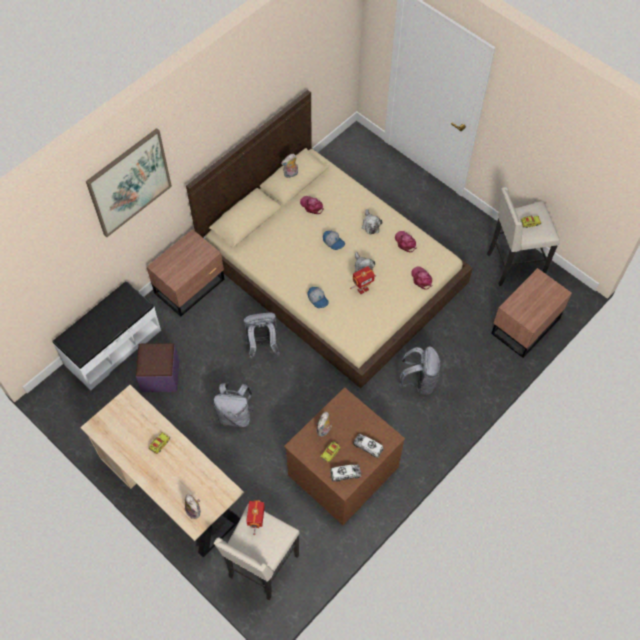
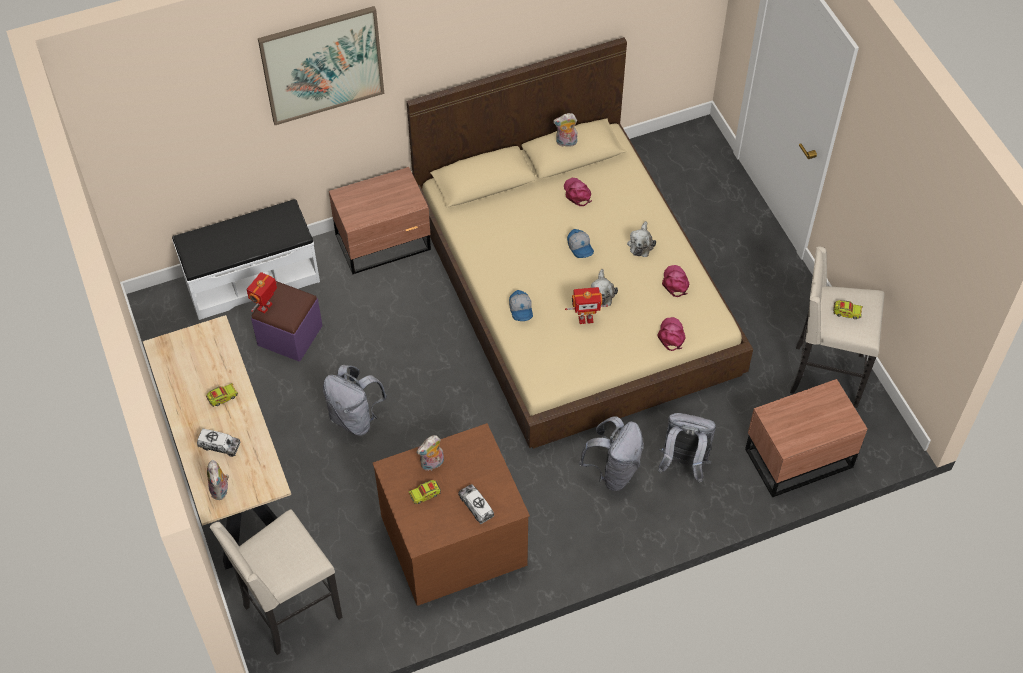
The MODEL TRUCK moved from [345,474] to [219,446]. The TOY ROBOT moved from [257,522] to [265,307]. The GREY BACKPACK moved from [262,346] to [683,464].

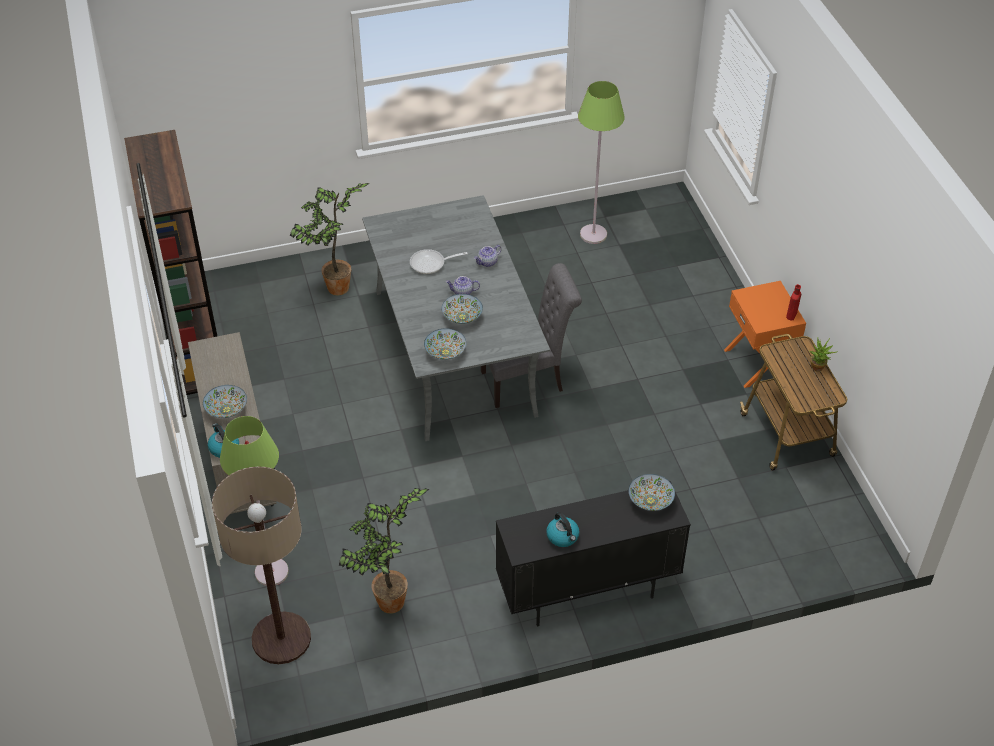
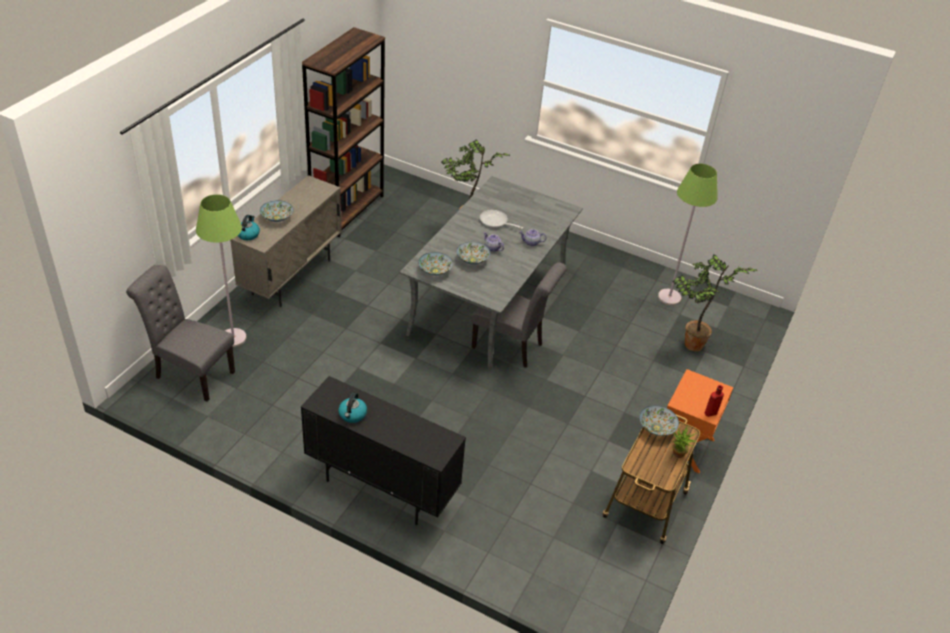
The STANDING LAMP at [281,638] was replaced by the GREY PLAIN CHAIR at [190,373]. The SERVING BOWL moved from [650,500] to [656,428]. The POTTED PLANT moved from [389,606] to [691,345].

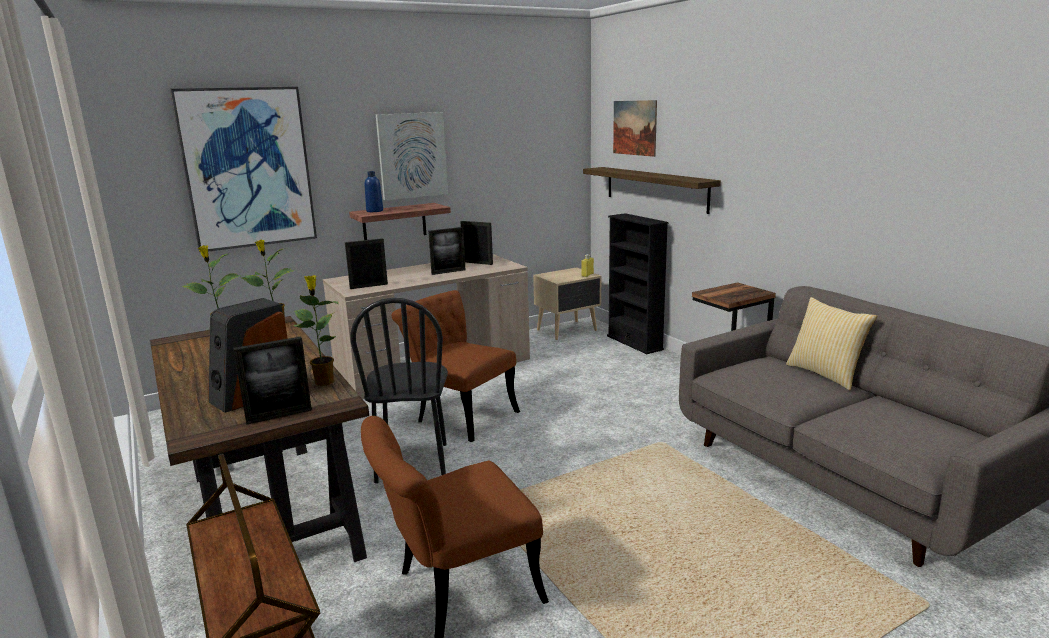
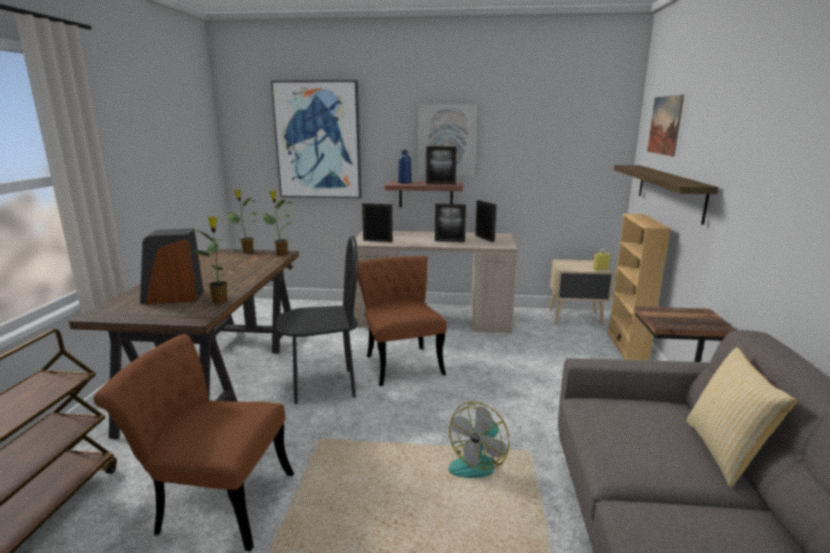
The BLACKISH PLAIN CHAIR at [413,462] turned 135 degrees counterclockwise. The PICTURE FRAME moved from [279,416] to [440,184]. The FAN at [478,462] appeared. The BLACKISH SHELVING UNIT at [634,343] became the BEIGE-COLOURED SHELVING UNIT at [627,346].

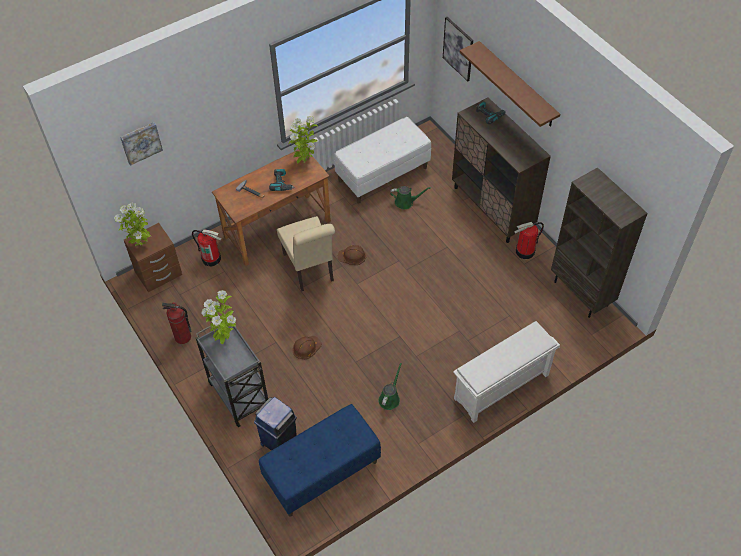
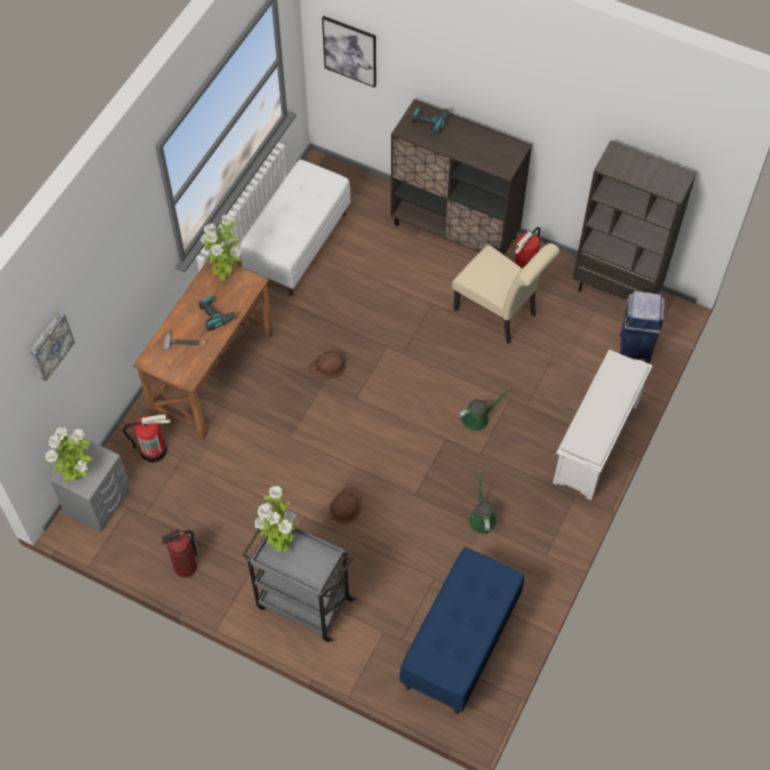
The BROWN-COLOURED BEDSIDE TABLE at [158,273] became the GREY BEDSIDE TABLE at [98,502]. The BEIGE-COLOURED PLAIN CHAIR moved from [310,270] to [499,314]. The GREEN WATERING POT moved from [406,202] to [478,418]. The BLUISH TRASH CAN moved from [279,441] to [635,346]. The BROWN-COLOURED WALL SHELF at [517,85] disappeared.

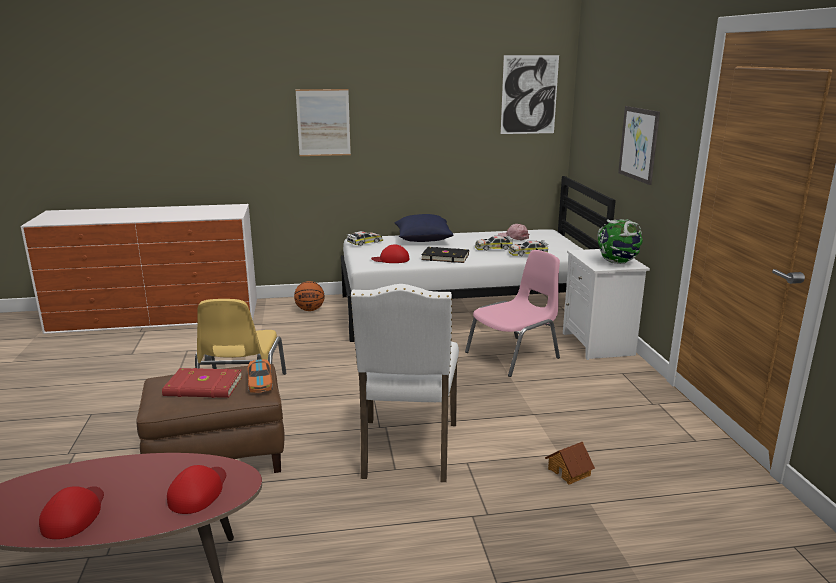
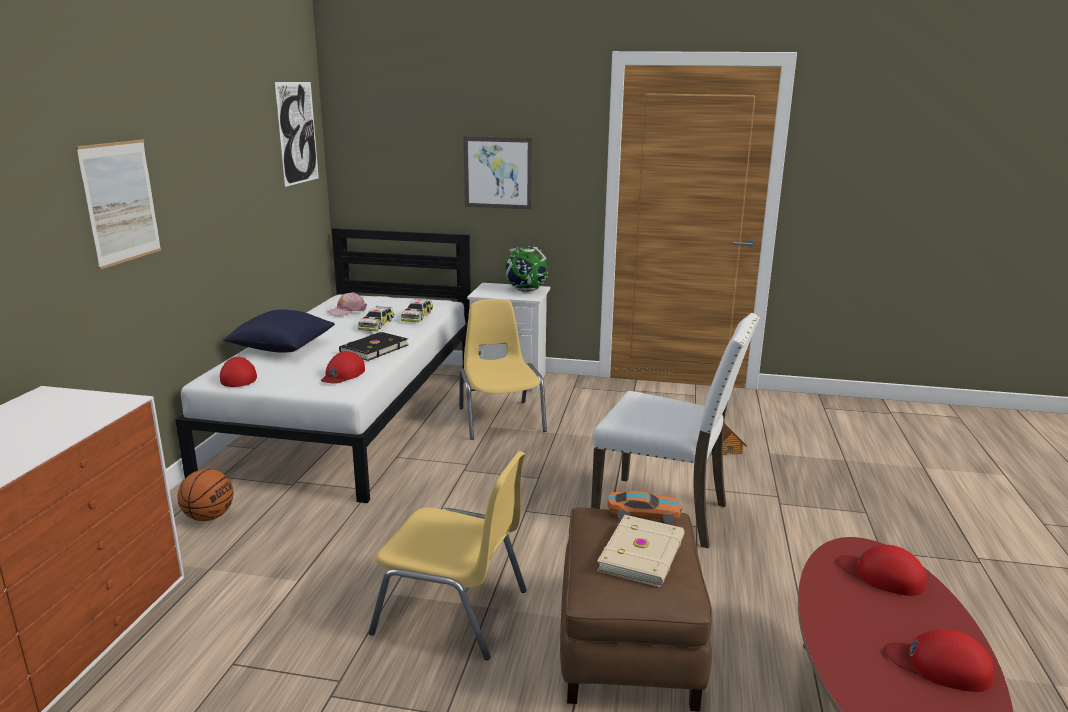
The MINIATURE CAR at [365,242] was replaced by the RED-COLOURED CAP at [238,377]. The PINKISH PLAIN CHAIR at [514,355] became the YELLOW PLAIN CHAIR at [500,419]. The RED-COLOURED VOLUME at [203,387] became the BEIGE-COLOURED VOLUME at [643,554].

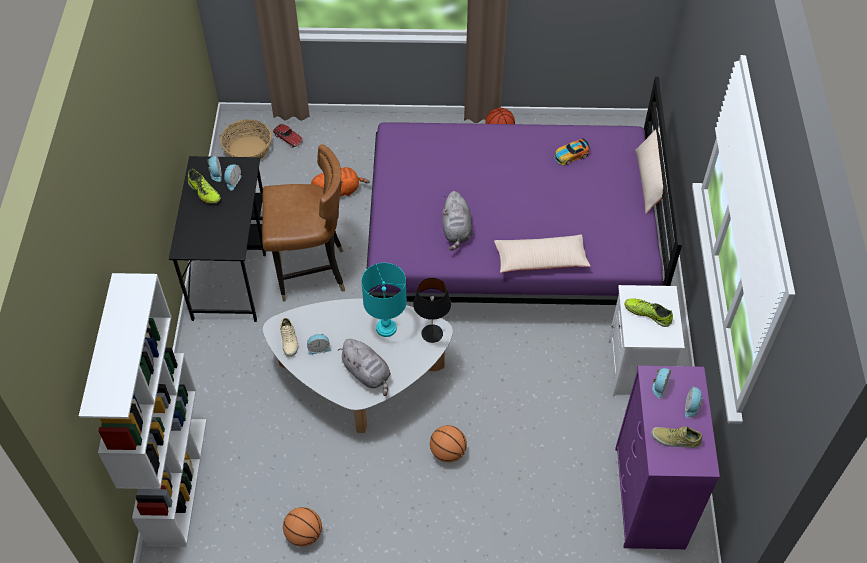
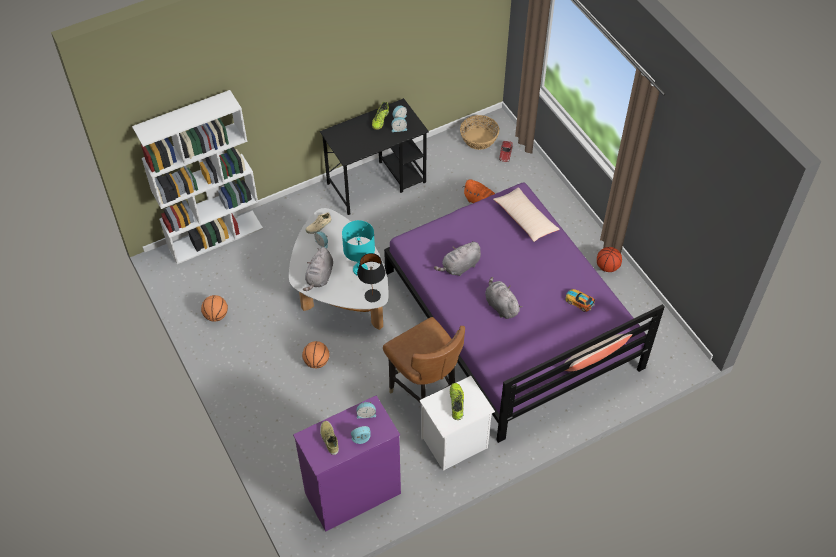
The BROWN-COLOURED PLAIN CHAIR moved from [310,273] to [425,395]. The GREY PLUSH TOY at [501,305] appeared. The BEIGE-COLOURED CUSHION moved from [540,260] to [525,219].

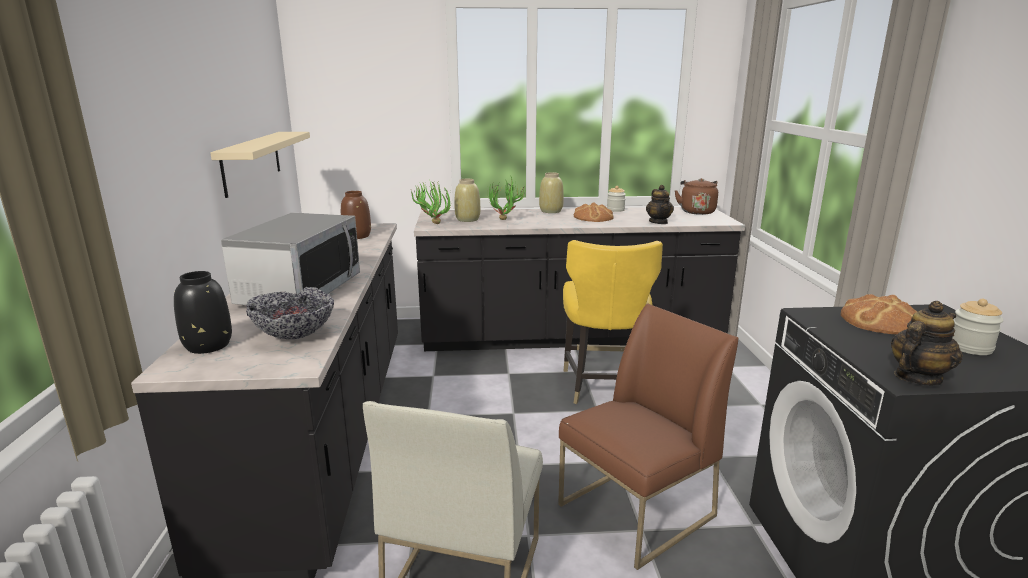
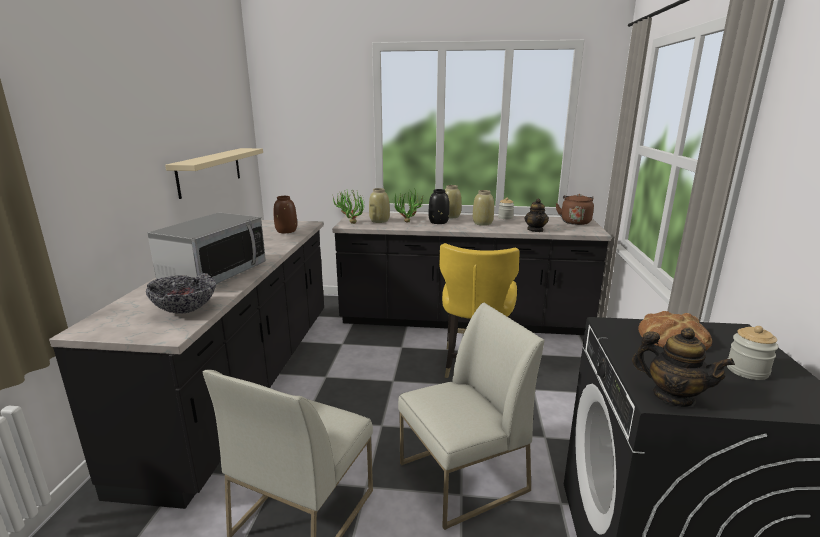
The BROWN-COLOURED PLAIN CHAIR at [636,511] became the WHITE PLAIN CHAIR at [462,478]. The BLACKISH FLOWER VASE moved from [208,345] to [438,222]. The BREAD at [593,217] was replaced by the BEIGE-COLOURED FLOWER VASE at [482,223]. The POT FOR TEA at [917,377] turned 60 degrees clockwise.

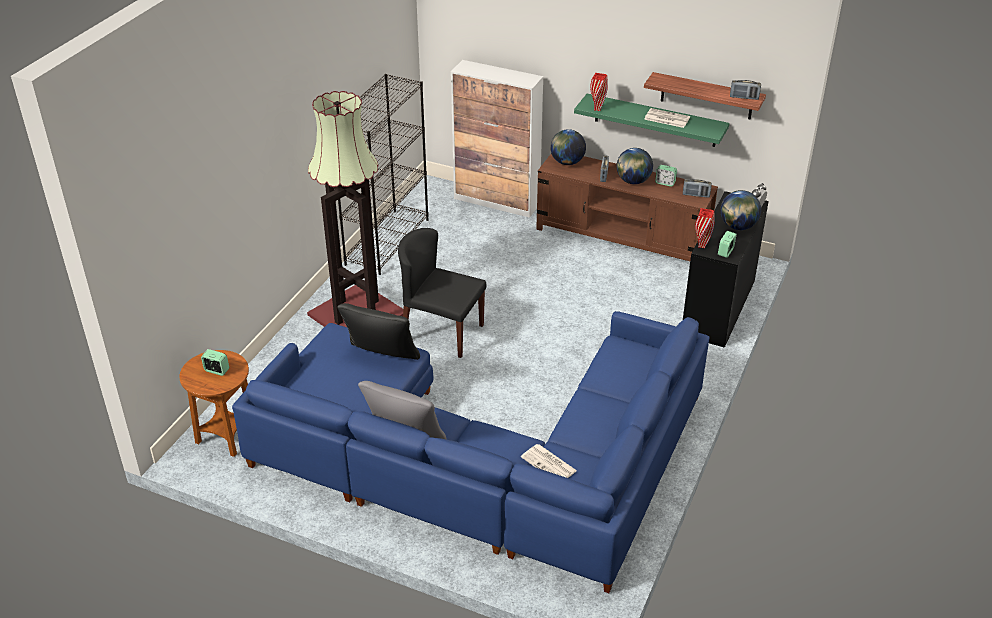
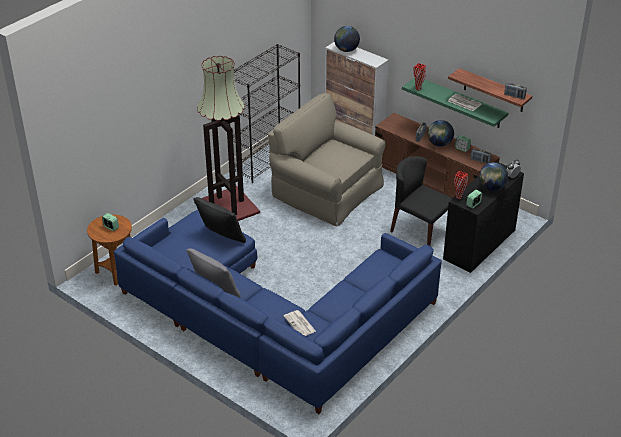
The BEIGE-COLOURED ARMCHAIR at [326,190] appeared. The DESK GLOBE moved from [567,162] to [346,50]. The BLACKISH PLAIN CHAIR moved from [441,333] to [419,230].

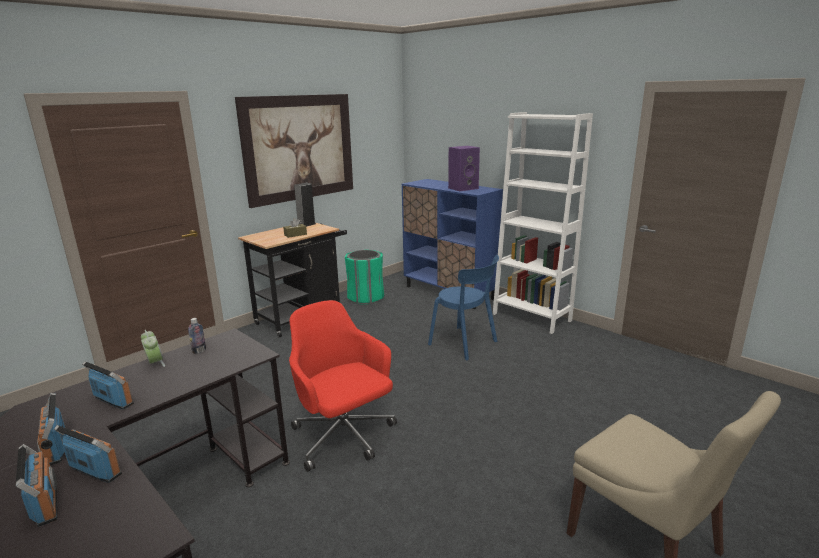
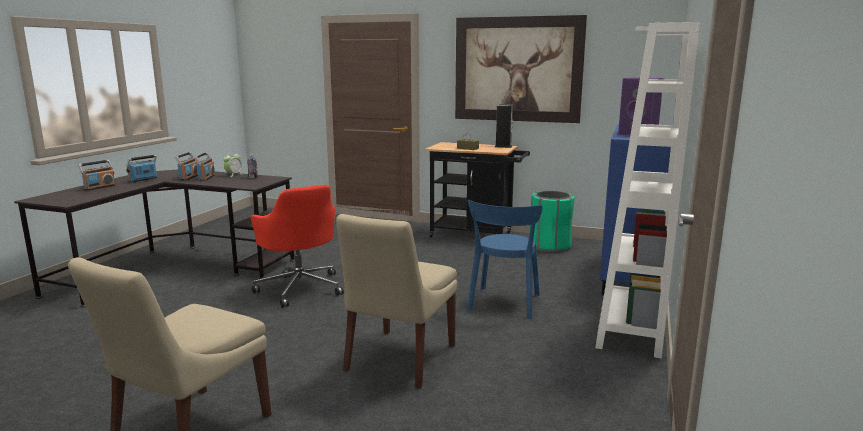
The RADIO SET moved from [95,471] to [206,178]. The RED-COLOURED COMPUTER CHAIR at [344,437] turned 120 degrees clockwise. The BEIGE-COLOURED PLAIN CHAIR at [399,360] appeared.

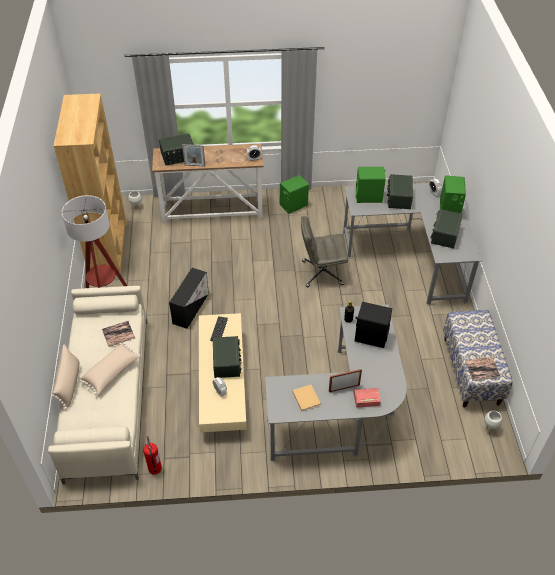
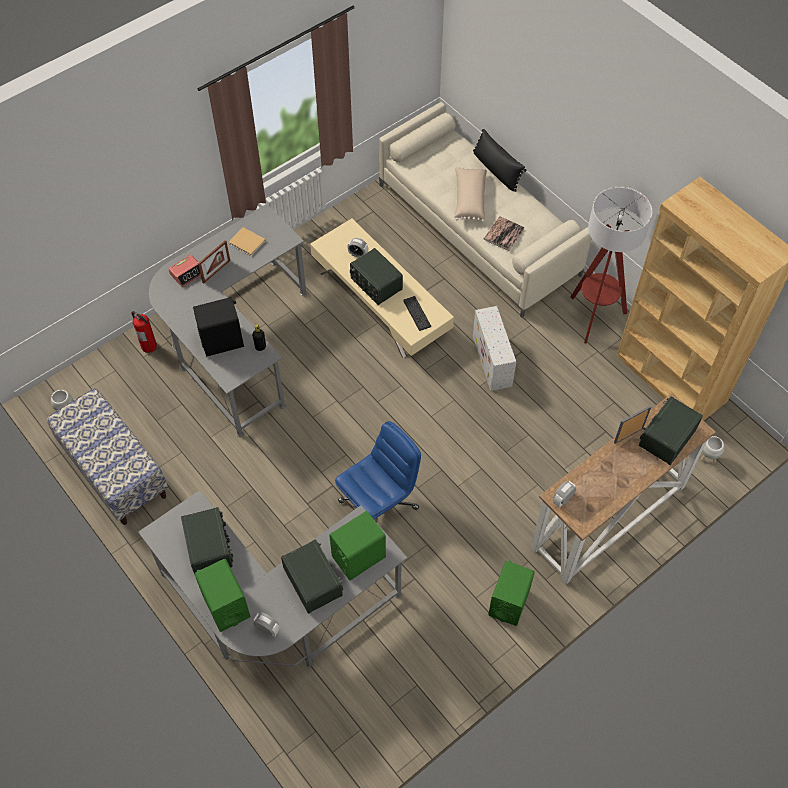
The FIRE EXTINGUISHER moved from [155,468] to [148,346]. The GREY COMPUTER CHAIR at [322,273] became the BLUISH COMPUTER CHAIR at [379,504]. The BEIGE-COLOURED CUSHION at [69,383] became the BLACKISH CUSHION at [496,170]. The BLACKISH STORAGE CONTAINER at [191,307] became the WHITE STORAGE CONTAINER at [492,361]. The VOLUME at [482,369] disappeared.

